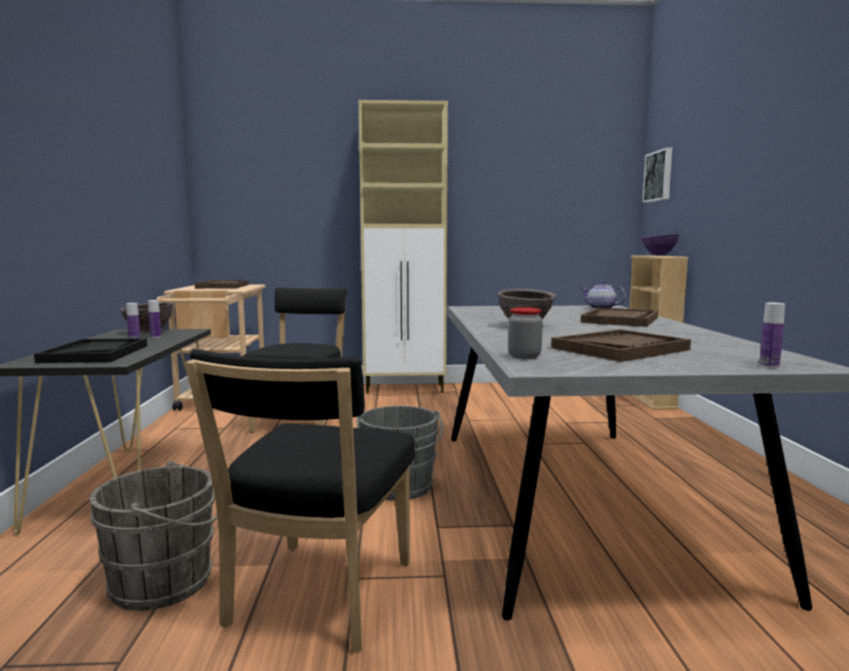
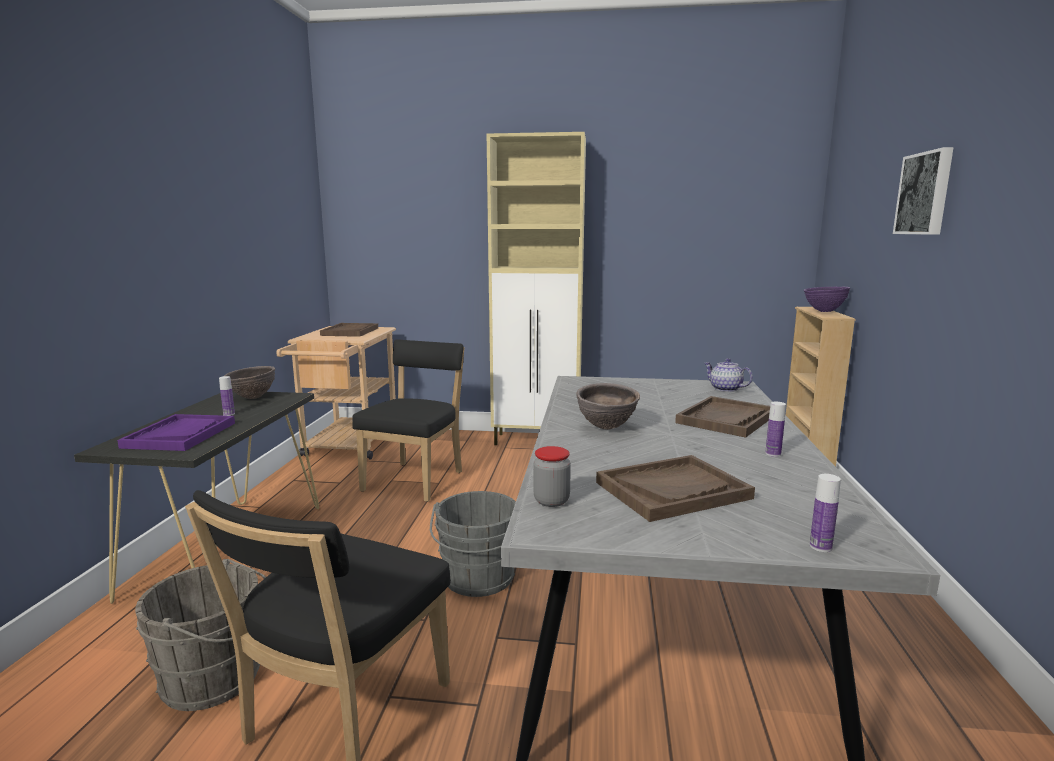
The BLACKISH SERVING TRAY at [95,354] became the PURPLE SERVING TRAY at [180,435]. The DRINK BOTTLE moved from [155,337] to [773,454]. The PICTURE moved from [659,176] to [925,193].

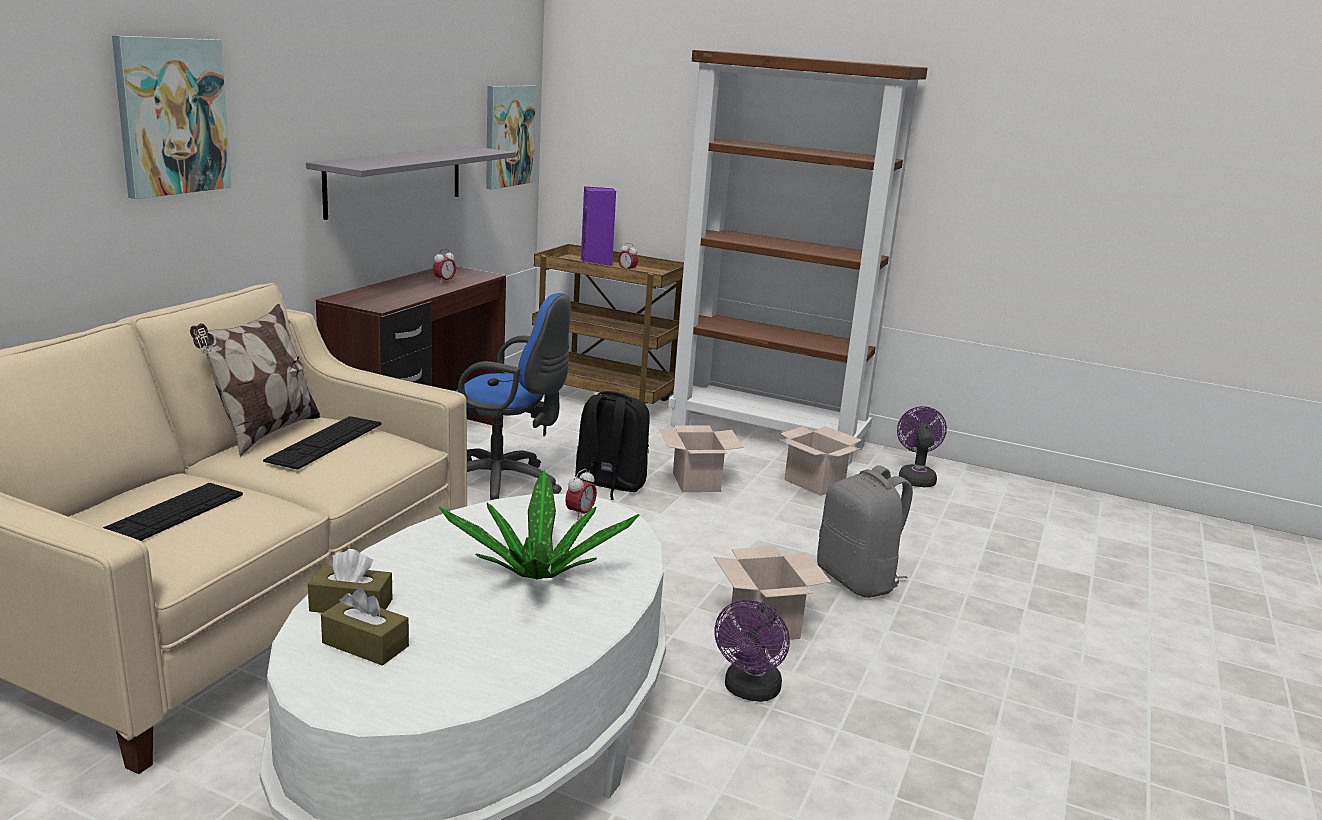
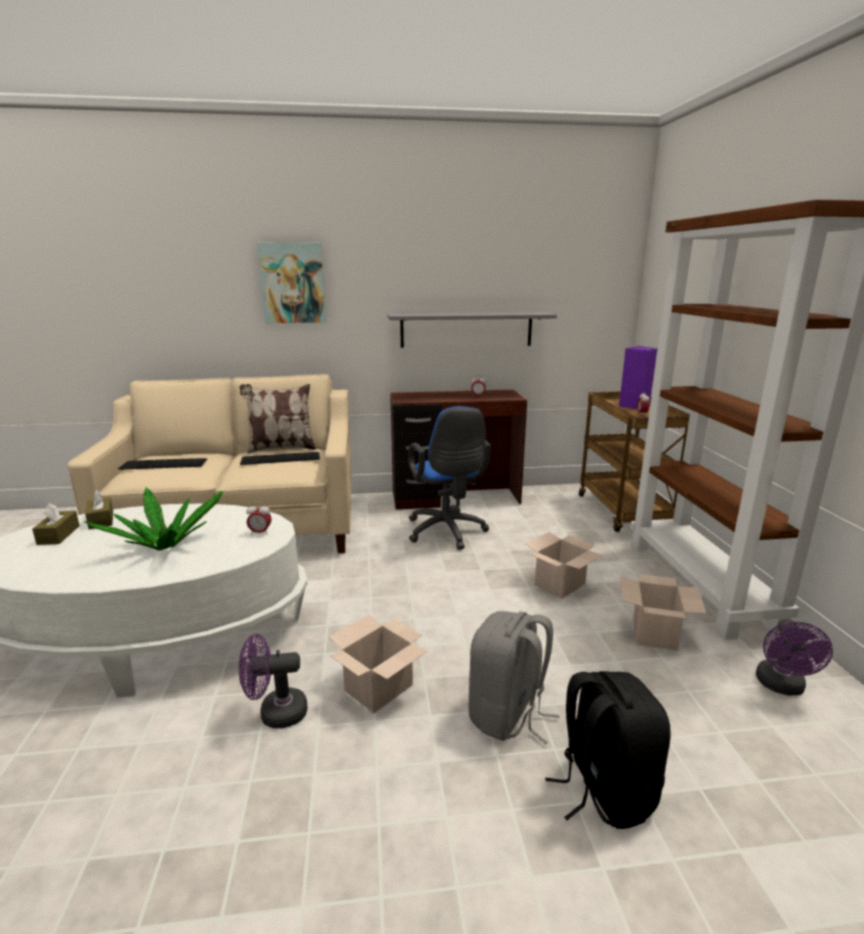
The BLACKISH BACKPACK moved from [609,484] to [603,789]. The PURPLE FAN at [915,478] turned 135 degrees clockwise. The PICTURE at [508,136] disappeared.

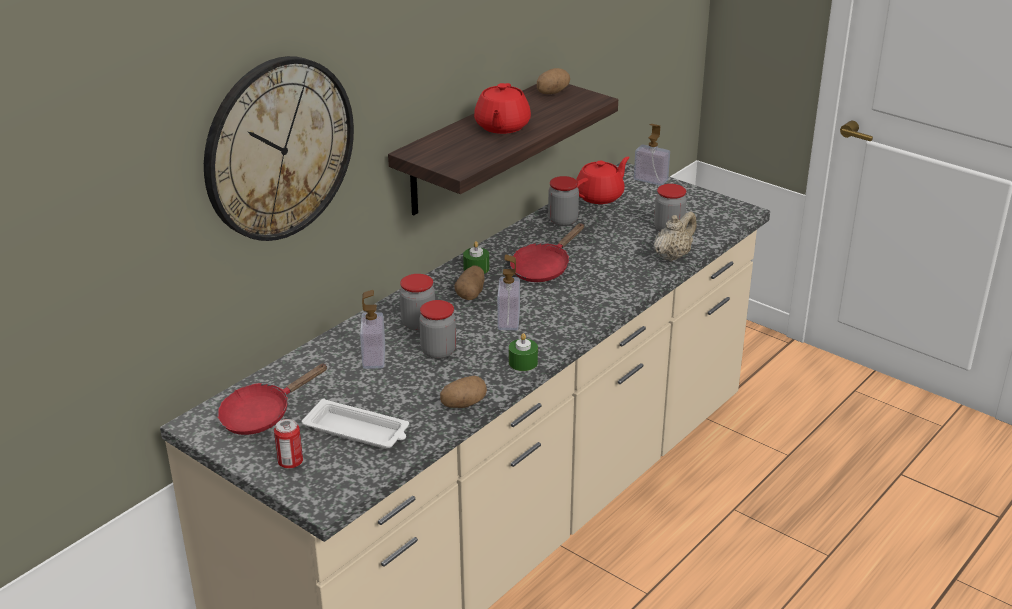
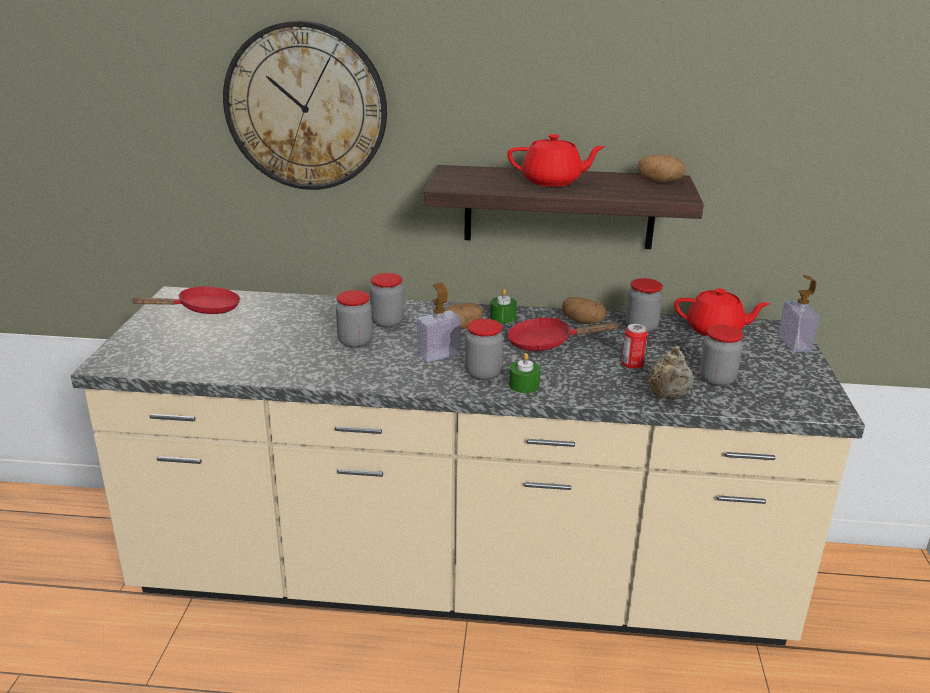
The RED-COLOURED SKILLET at [262,415] turned 135 degrees clockwise. The PRESERVE JAR at [483,373] appeared. The RED-COLOURED POT FOR TEA at [501,127] turned 150 degrees counterclockwise. The GREEN WAX LIGHT moved from [523,362] to [524,385]. The POTATO moved from [464,404] to [582,322]. The CAN moved from [290,462] to [632,365]. The BEIGE-COLOURED POT FOR TEA at [673,256] turned 105 degrees clockwise. The WHITE SERVING TRAY at [358,431] disappeared. The LIQUID SOAP BOTTLE at [374,357] disappeared.

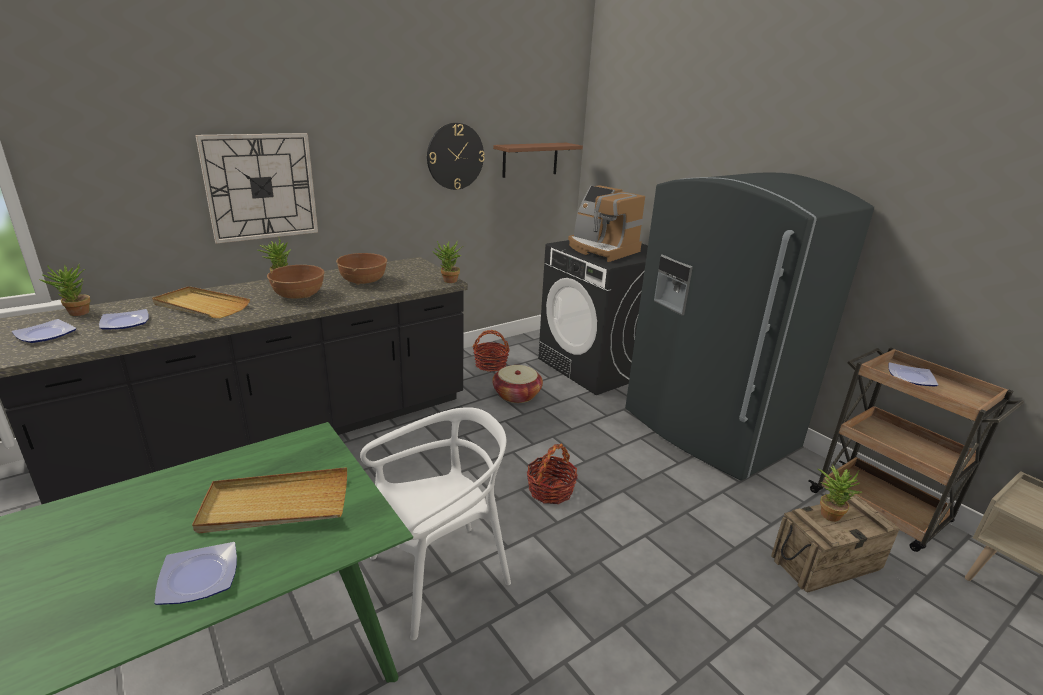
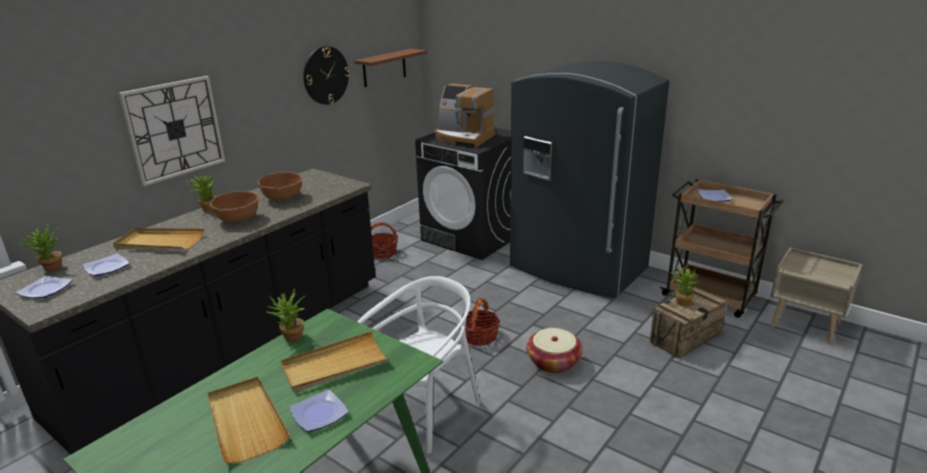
The BEIGE-COLOURED SERVING TRAY at [245,421] appeared. The POTTED PLANT moved from [448,281] to [291,339]. The HOUSEHOLD BASKET moved from [517,395] to [553,362].

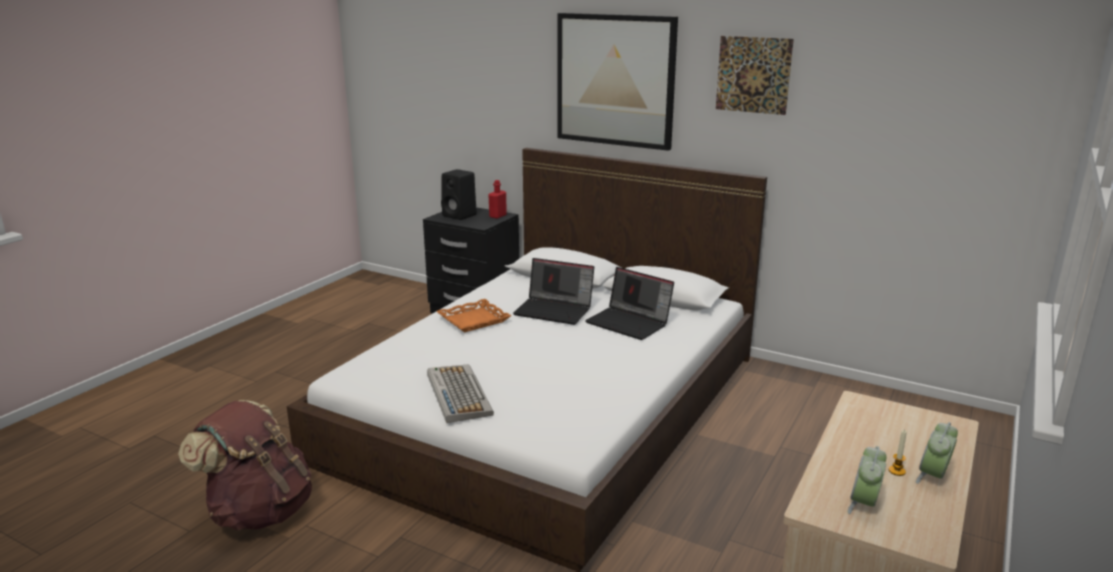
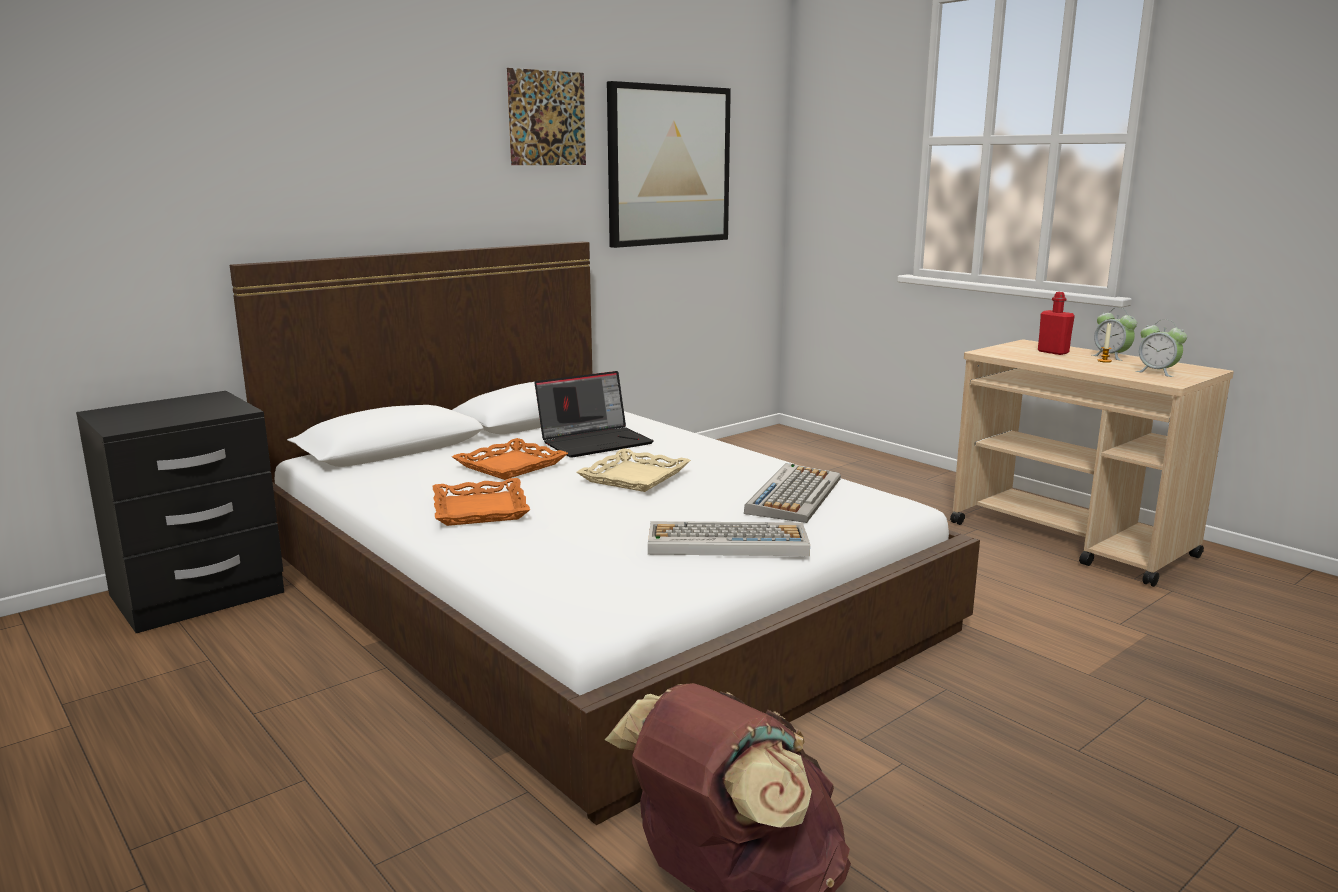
The LAPTOP at [555,310] was replaced by the ORANGE SERVING TRAY at [510,465]. The BEIGE-COLOURED SERVING TRAY at [635,477] appeared. The PICTURE moved from [615,80] to [668,165]. The KEYBOARD at [793,495] appeared. The RED-COLOURED DRINK BOTTLE moved from [498,216] to [1053,352]. The BLACKISH AUDIO SPEAKER at [460,215] disappeared.

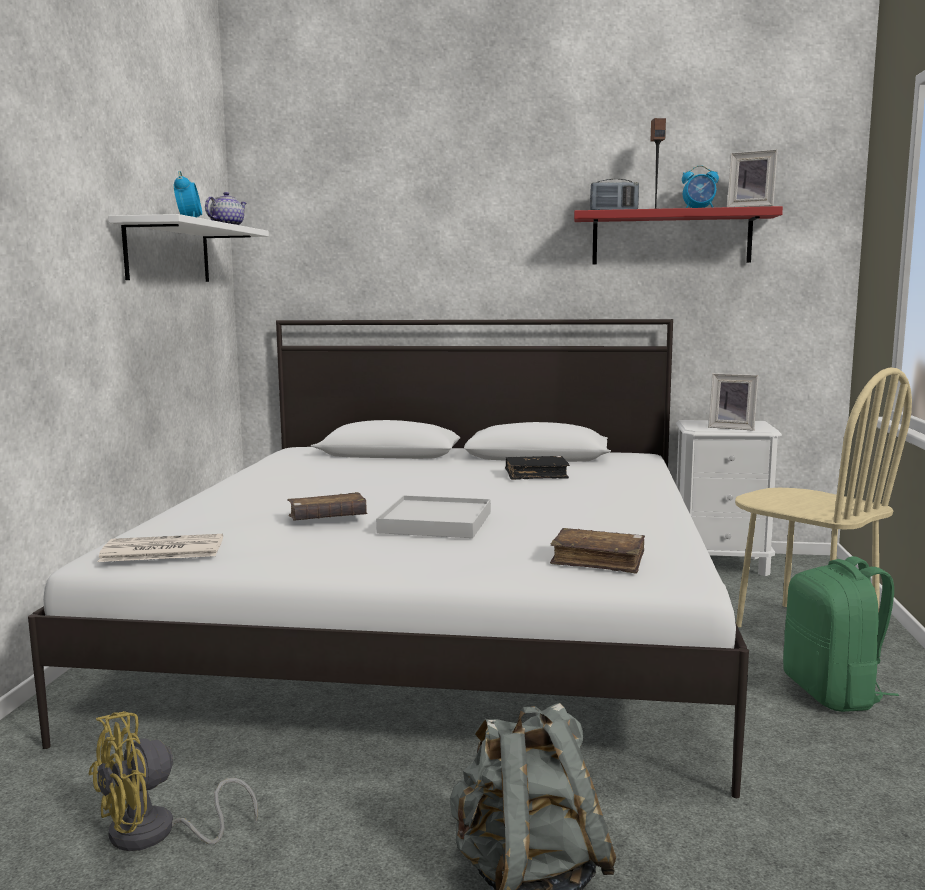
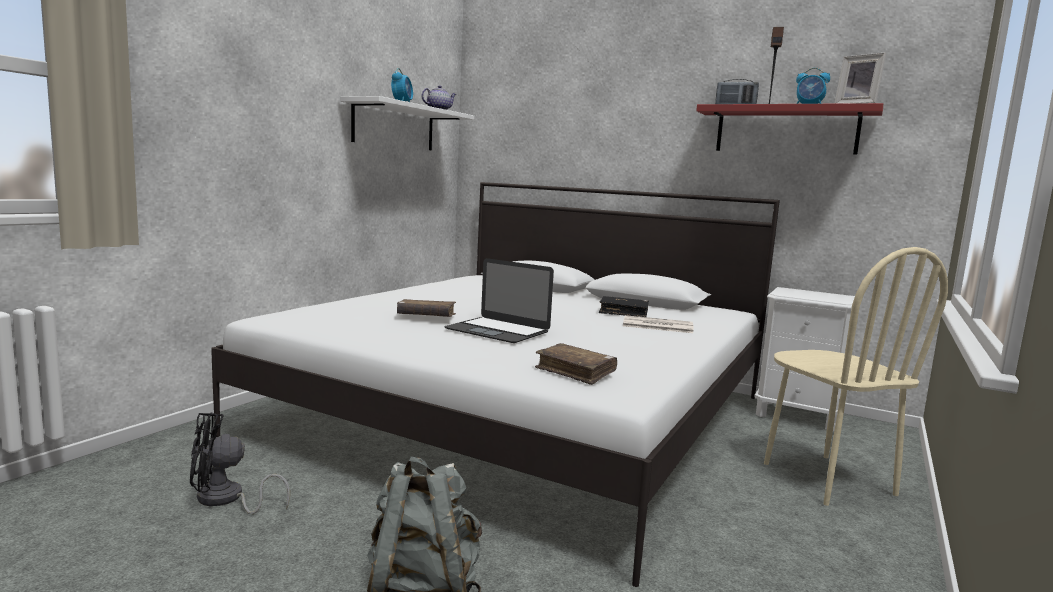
The YELLOW FAN at [155,834] became the BLACKISH FAN at [226,500]. The WHITE SERVING TRAY at [436,522] was replaced by the LAPTOP at [497,330]. The NEWSPAPER moved from [161,550] to [656,326]. The PICTURE FRAME at [732,428] disappeared. The GREEN BACKPACK at [834,693] disappeared.

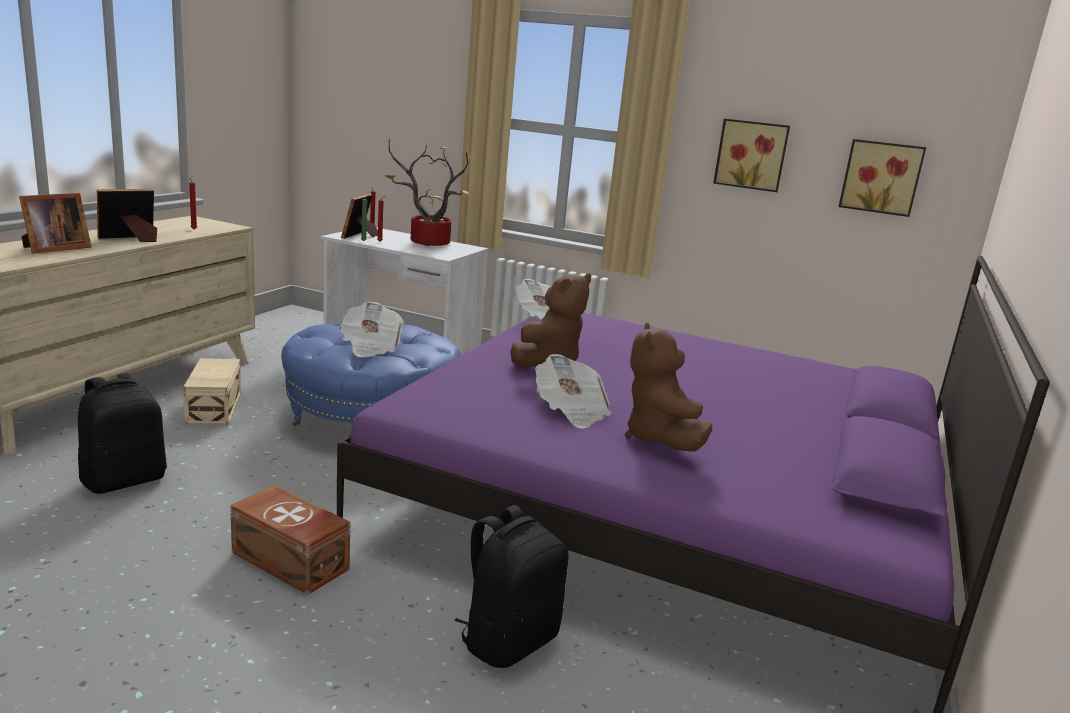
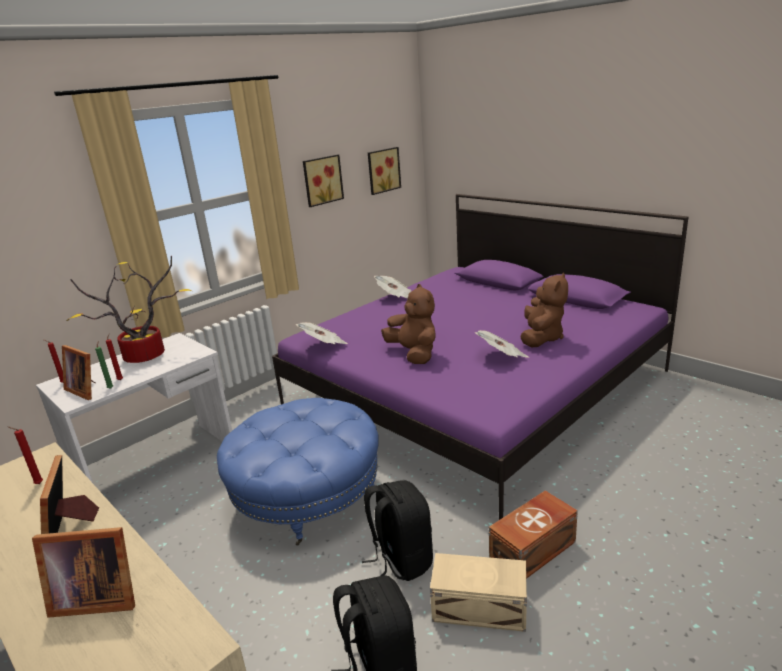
The PICTURE FRAME at [54,249] turned 120 degrees clockwise. The BLACKISH BACKPACK moved from [508,640] to [400,560]. The NEWSPAPER moved from [370,347] to [395,297]. The BEIGE-COLOURED STORAGE CONTAINER moved from [213,409] to [480,608]. The BROWN-COLOURED PLUSH TOY at [660,439] turned 90 degrees counterclockwise.

